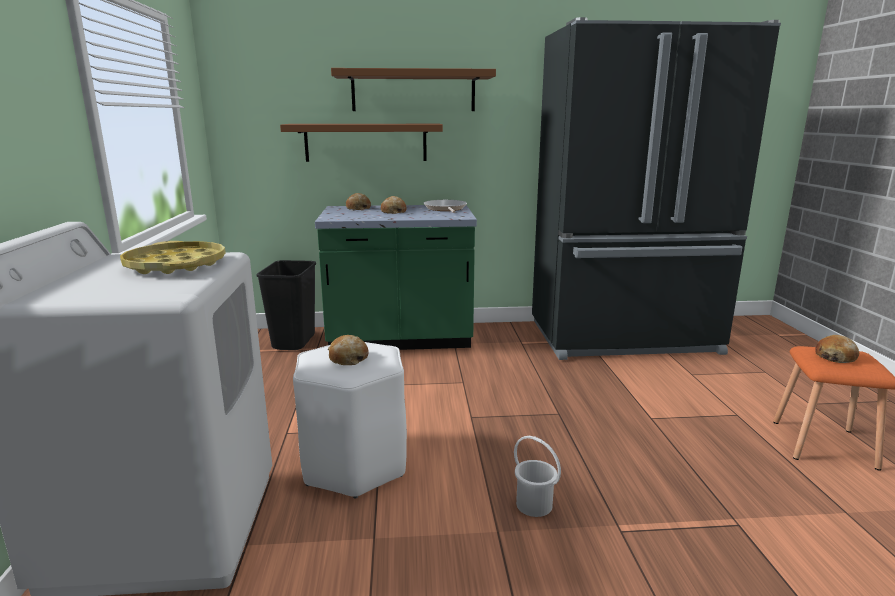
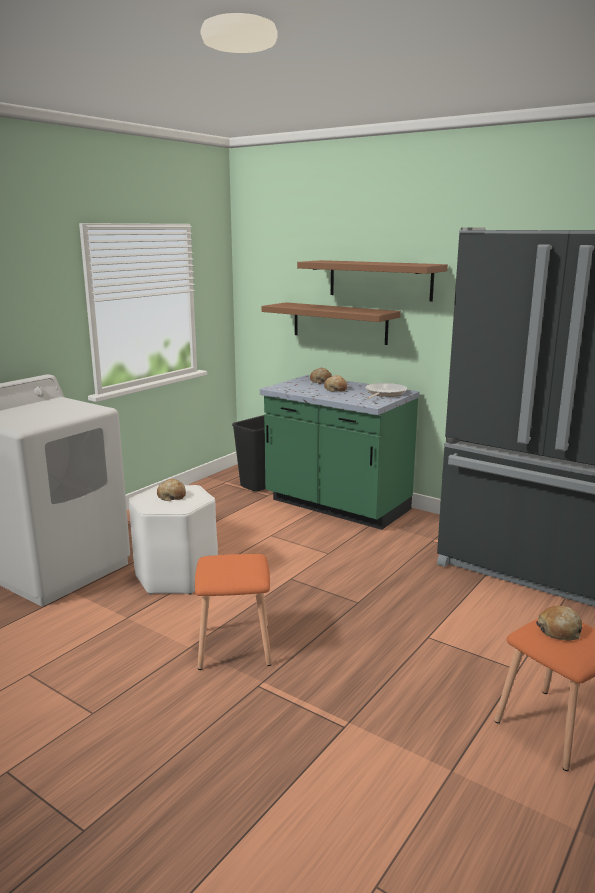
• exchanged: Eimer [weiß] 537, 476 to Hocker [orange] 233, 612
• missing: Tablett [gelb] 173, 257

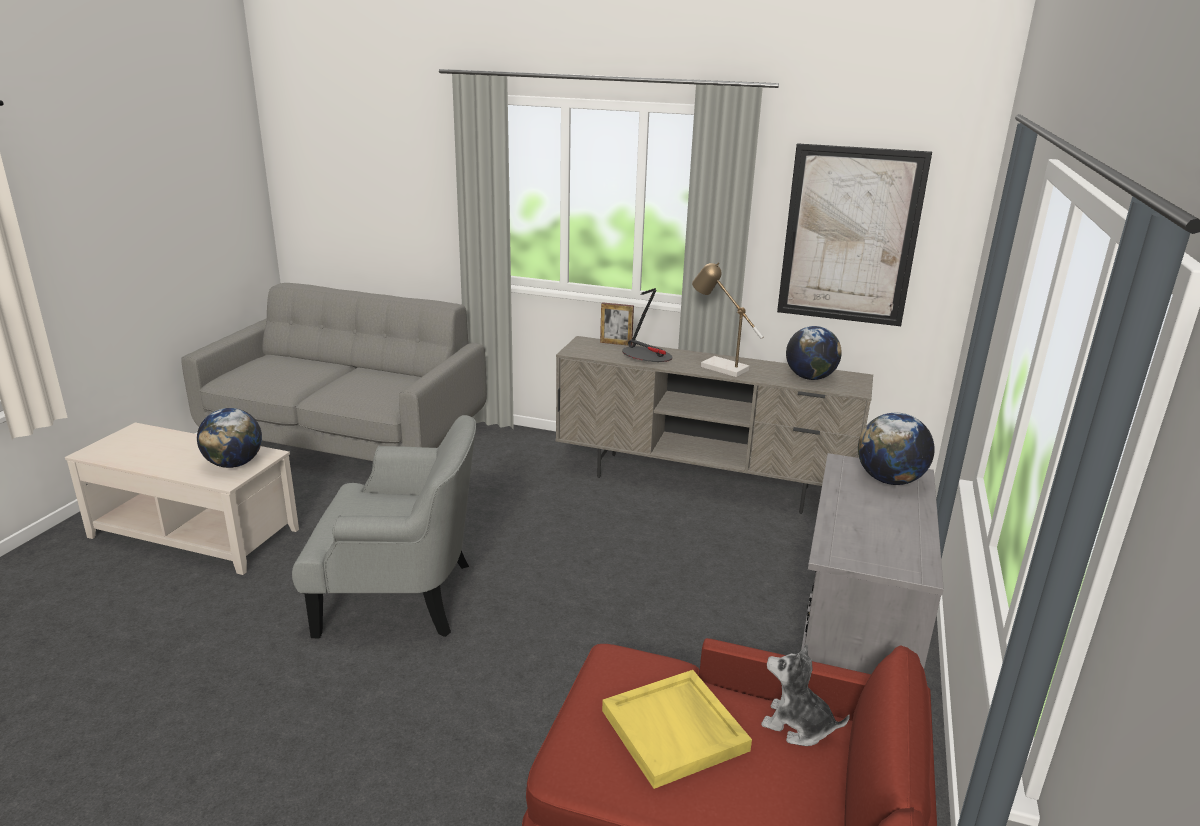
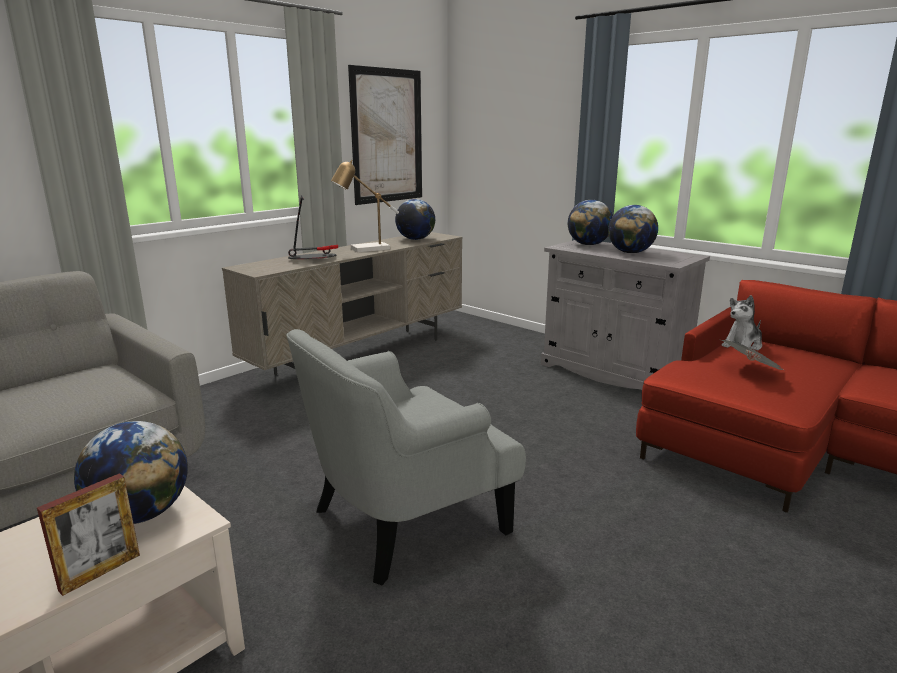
• relocated: Bilderrahmen 617, 324 to 88, 534
• spun: Sessel [grau] 384, 526 = 406, 457 150 degrees counterclockwise
• appeared: Globus 633, 229
• exchanged: Tablett [gelb] 677, 729 to Zeitung 752, 355

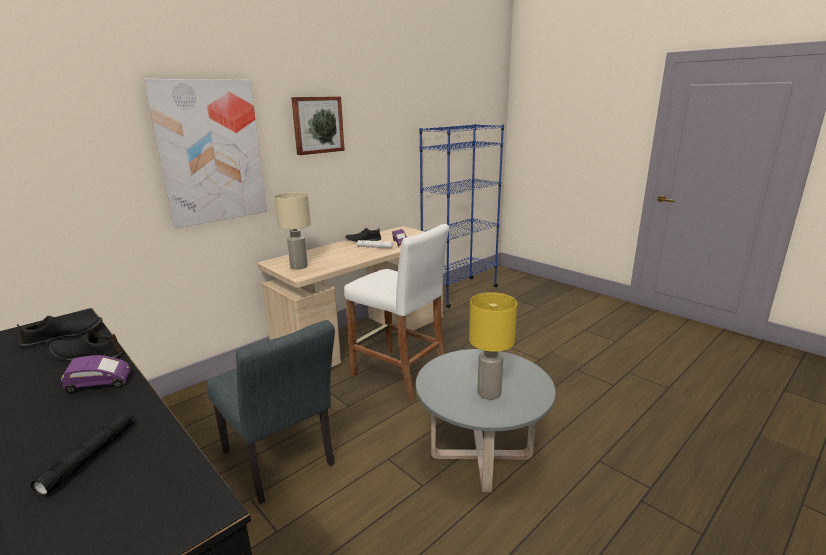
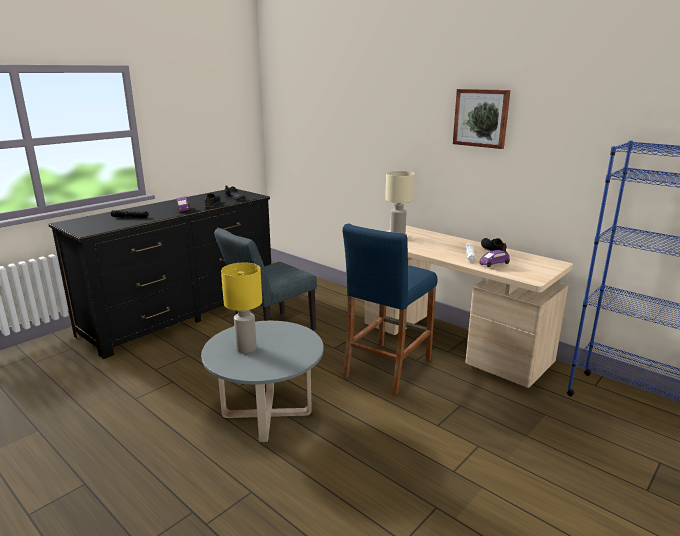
• colour: Hocker [weiß] 396, 313 to Hocker [blau] 390, 309
• missing: Bild 205, 153

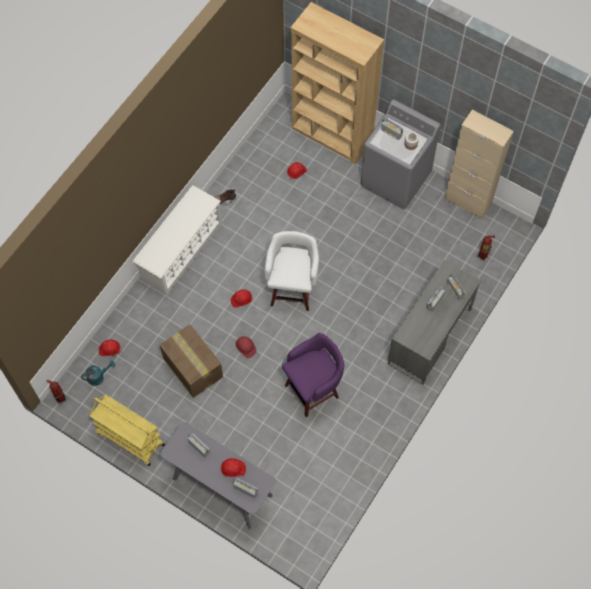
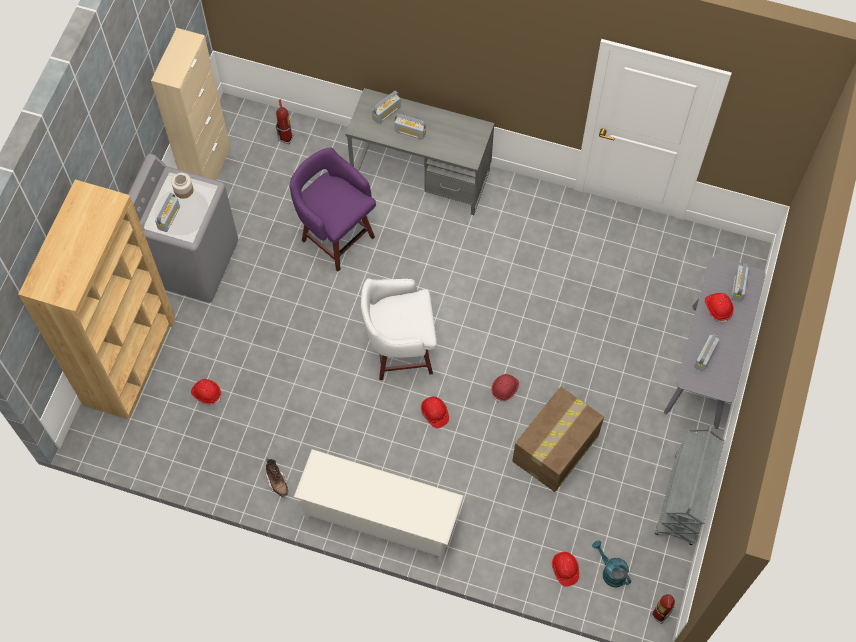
• relocated: Hocker [lila] 313, 375 to 332, 209
• colour: Rollwagen [gelb] 127, 430 to Rollwagen [grau] 690, 485

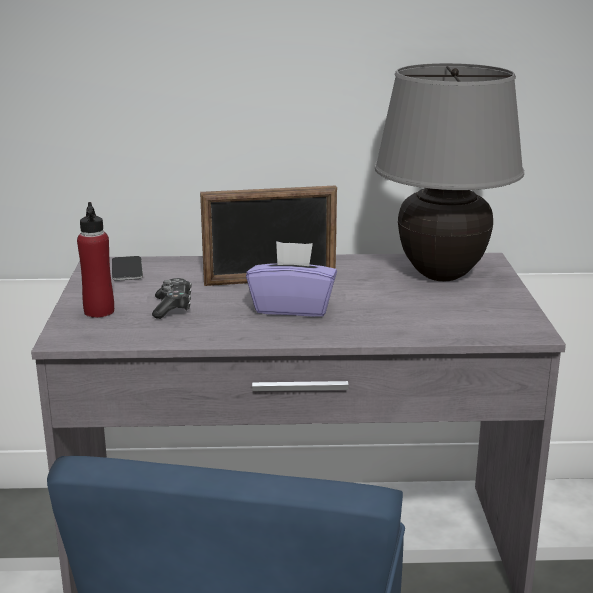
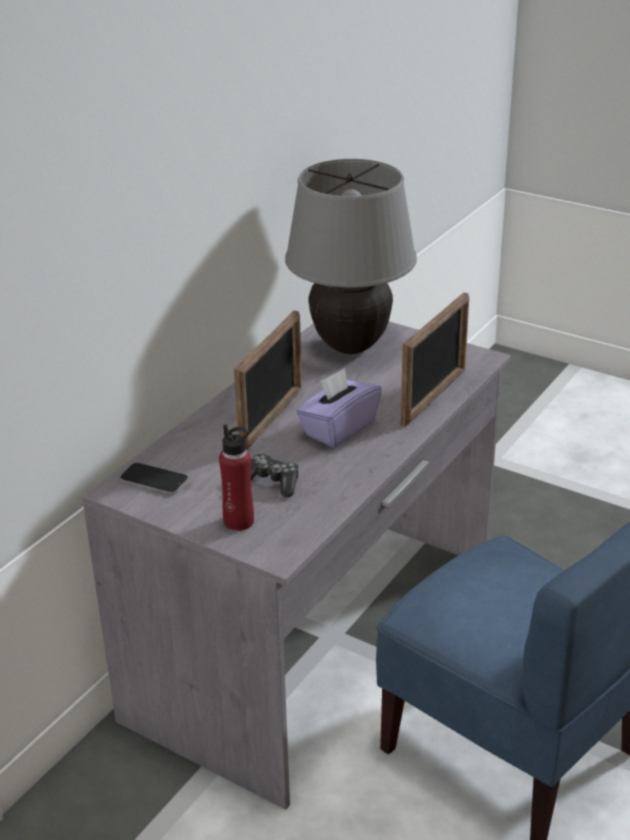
• appeared: Bilderrahmen 435, 359

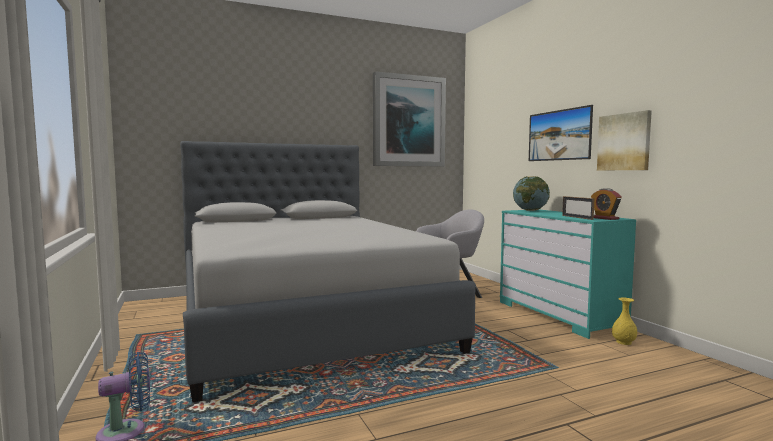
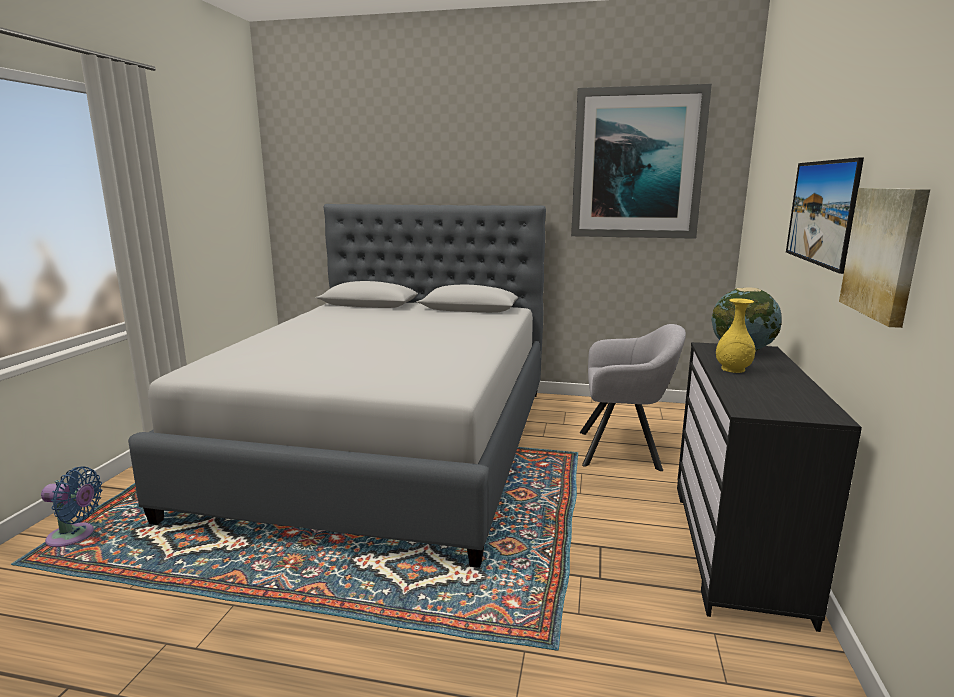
• colour: Kommode [türkis] 568, 274 to Kommode [schwarz] 769, 487
• relocated: Vase [gelb] 624, 321 to 735, 335
• missing: Bilderrahmen 578, 208
• missing: Wecker 606, 204

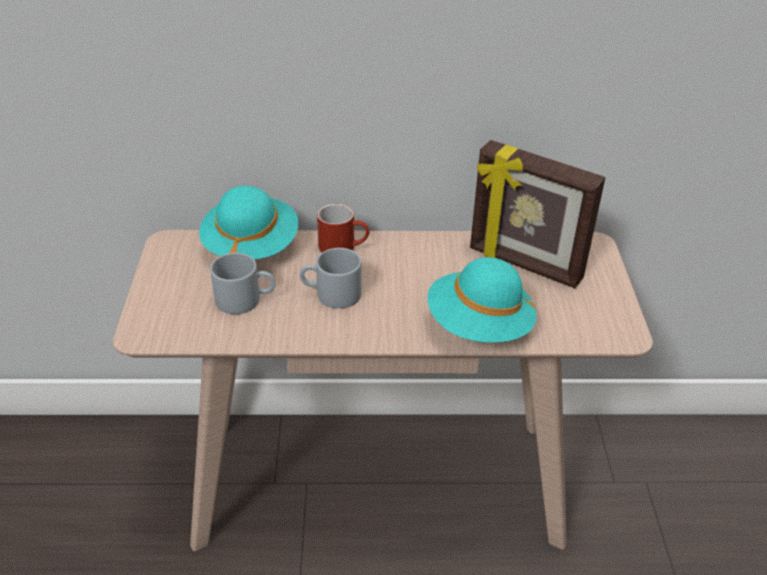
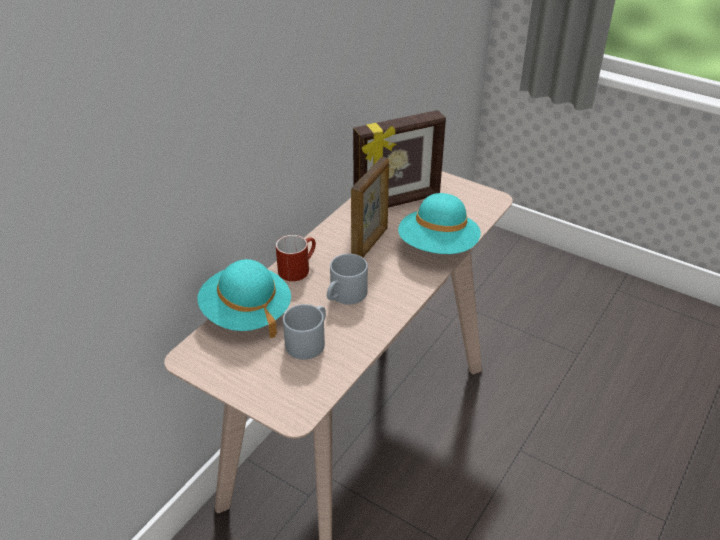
• appeared: Bilderrahmen 370, 207

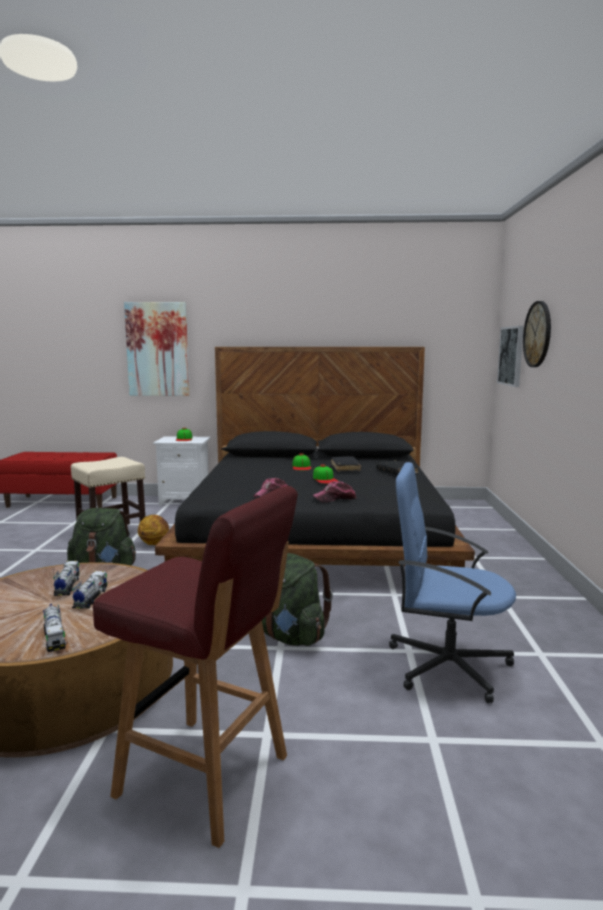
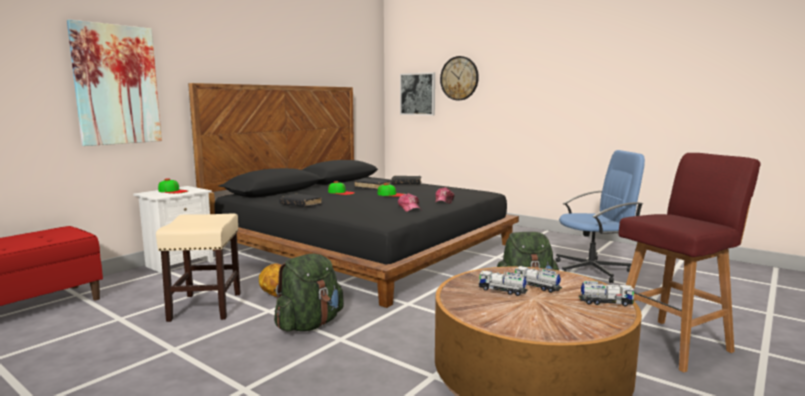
• appeared: Buch [schwarz] 300, 200
• spun: Bürostuhl [blau] 452, 582 = 600, 216 150 degrees counterclockwise

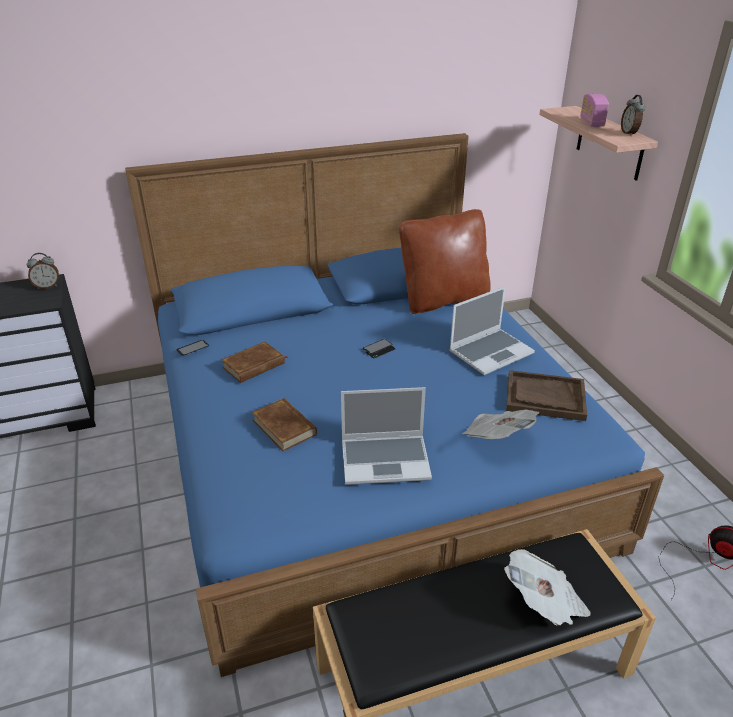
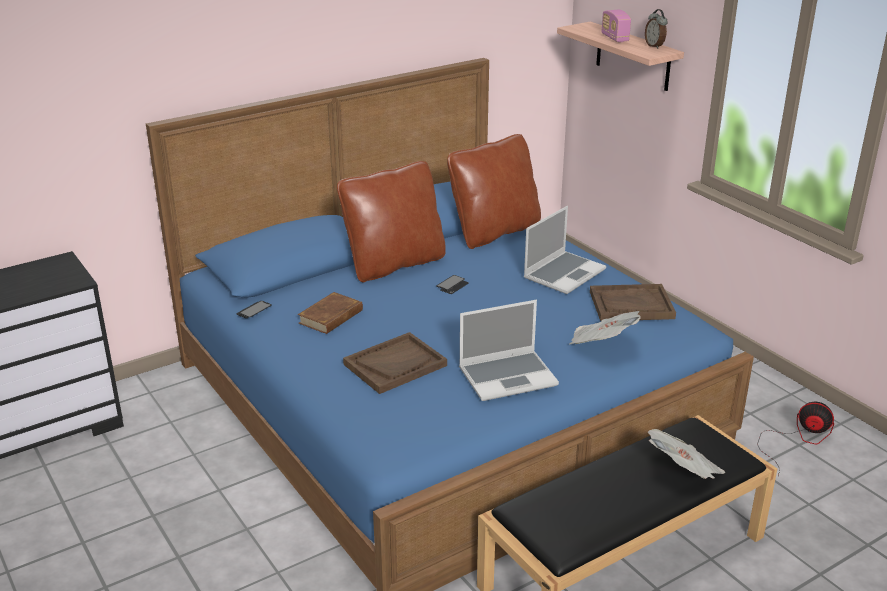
• appeared: Kissen [braun] 391, 221
• exchanged: Buch [braun] 284, 424 to Tablett [braun] 395, 363
• missing: Wecker 43, 271

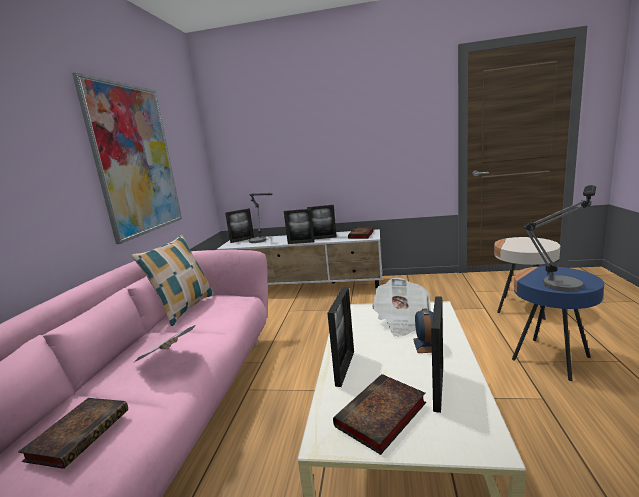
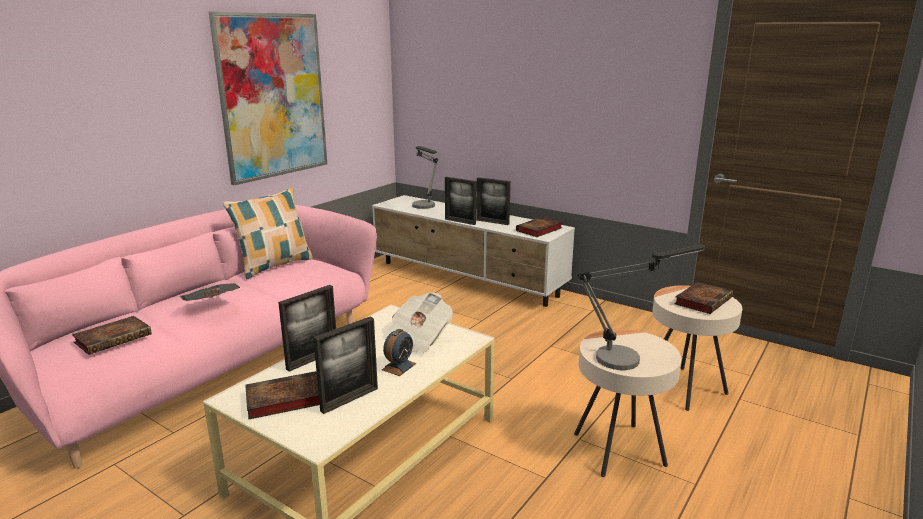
• colour: Beistelltisch [blau] 558, 323 to Beistelltisch [beige] 627, 403
• appeared: Buch 703, 298
• missing: Bilderrahmen 239, 225

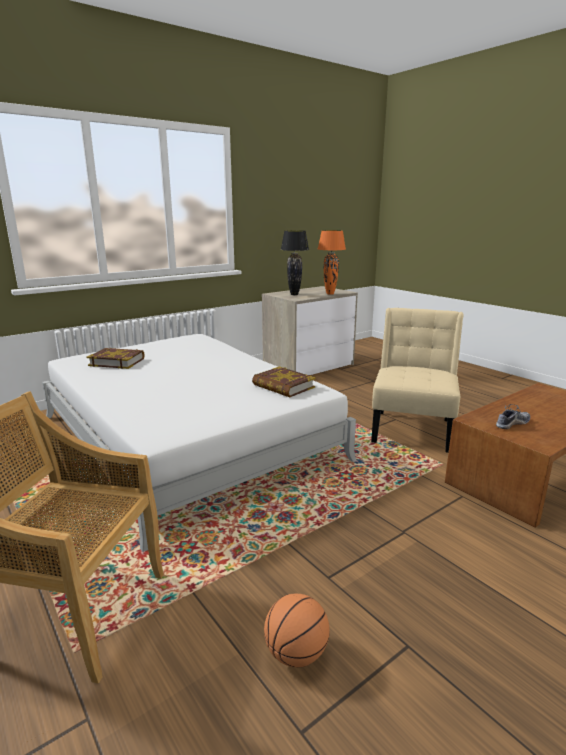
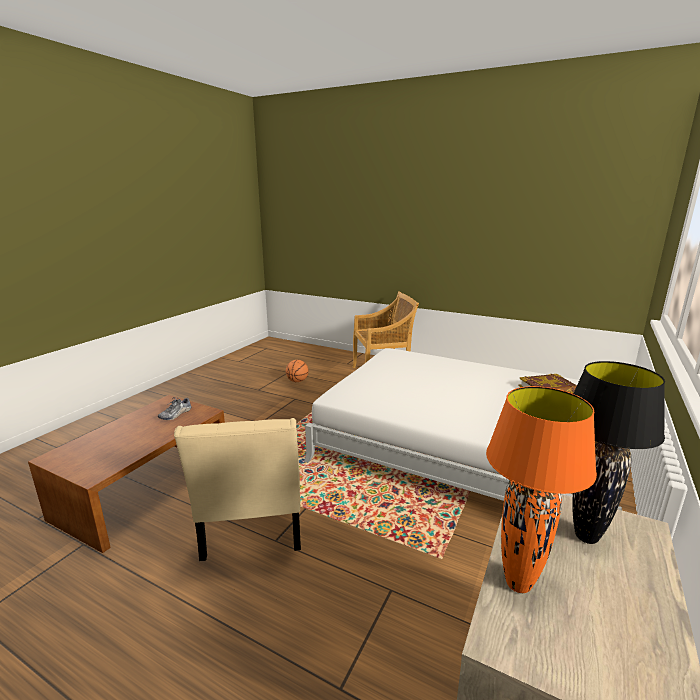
• missing: Buch 284, 381

